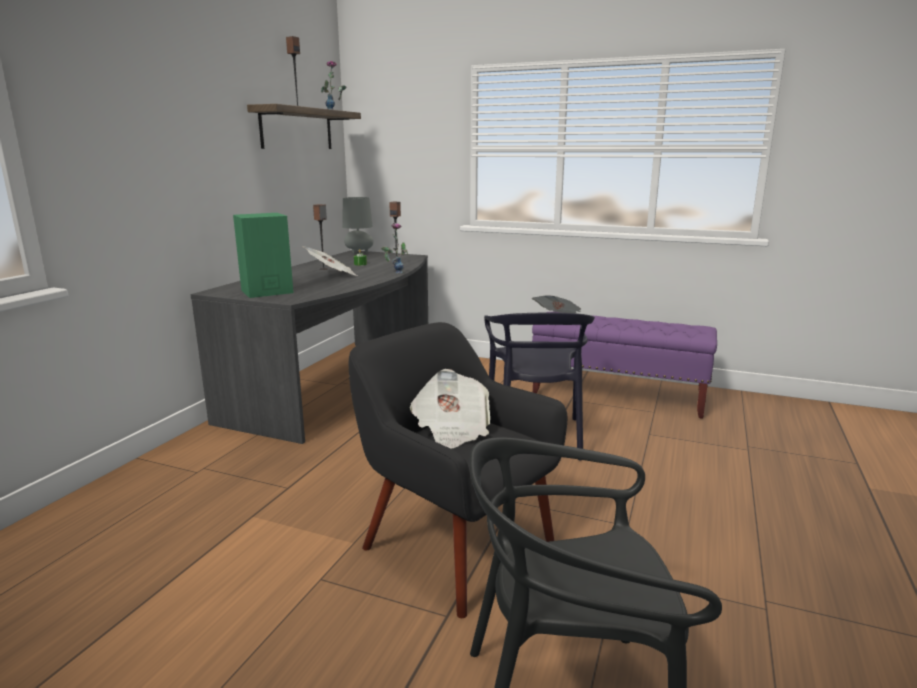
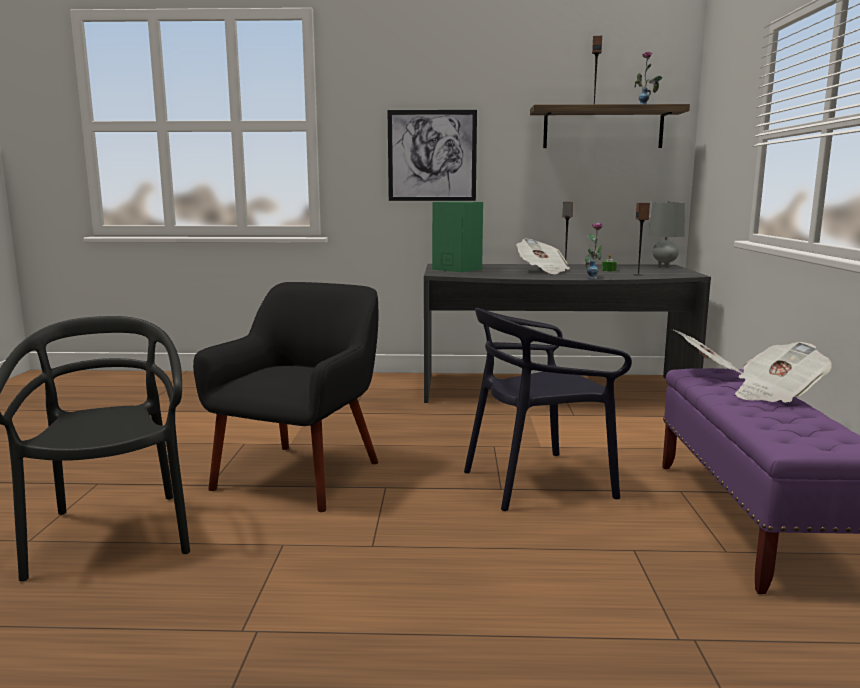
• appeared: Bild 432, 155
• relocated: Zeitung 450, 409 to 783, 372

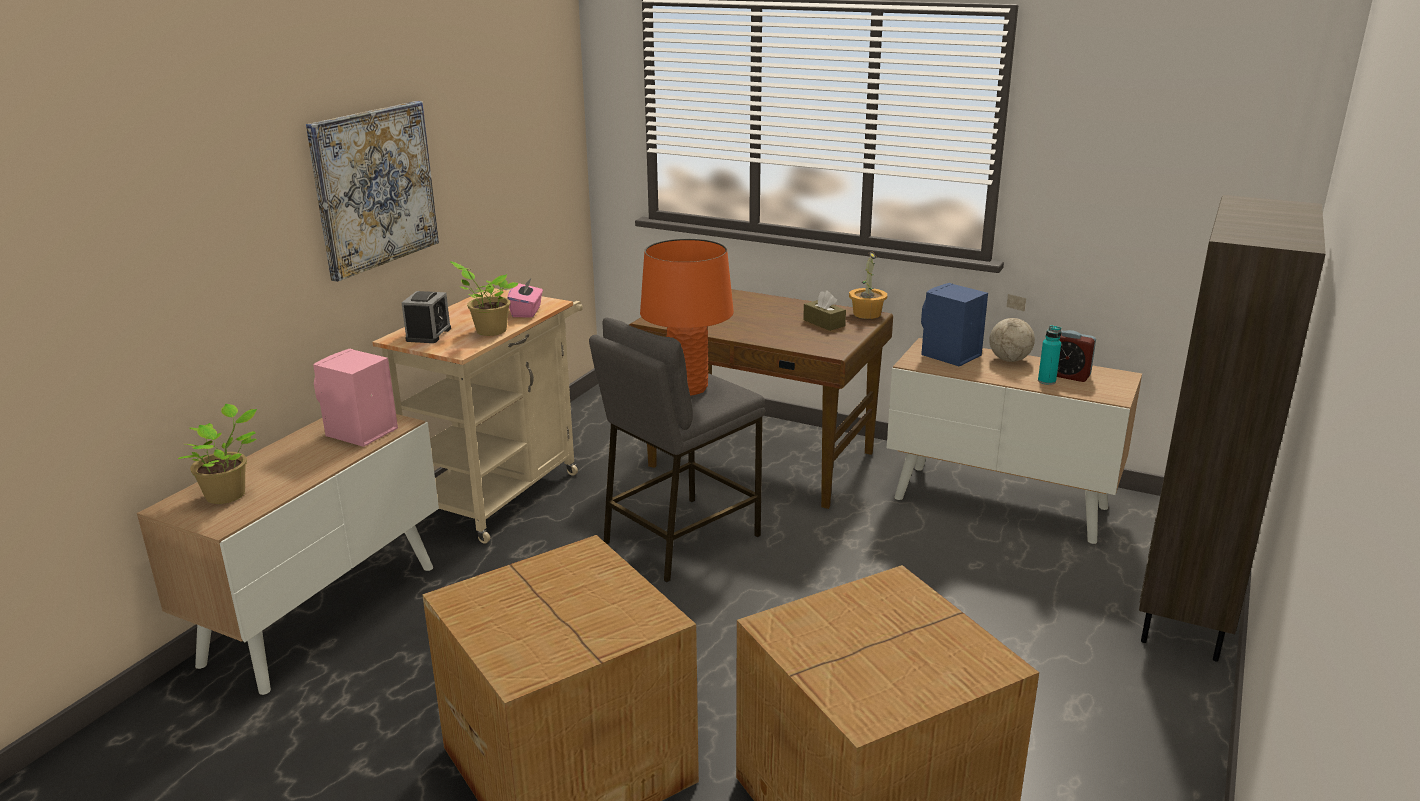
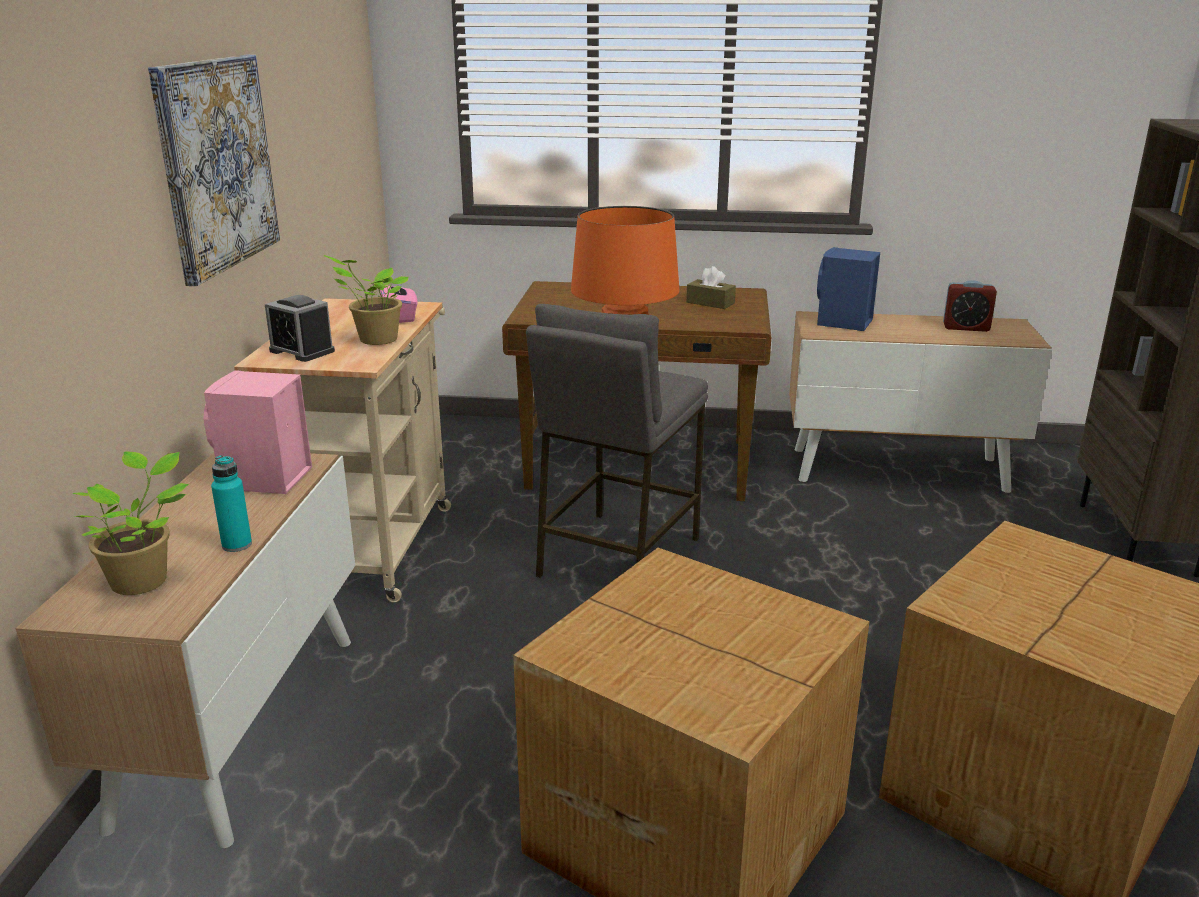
• relocated: Flasche [türkis] 1049, 355 to 231, 503
• spun: Wecker 426, 317 = 300, 328 135 degrees clockwise
• missing: Topfpflanze 868, 285
• missing: Globus 1012, 328

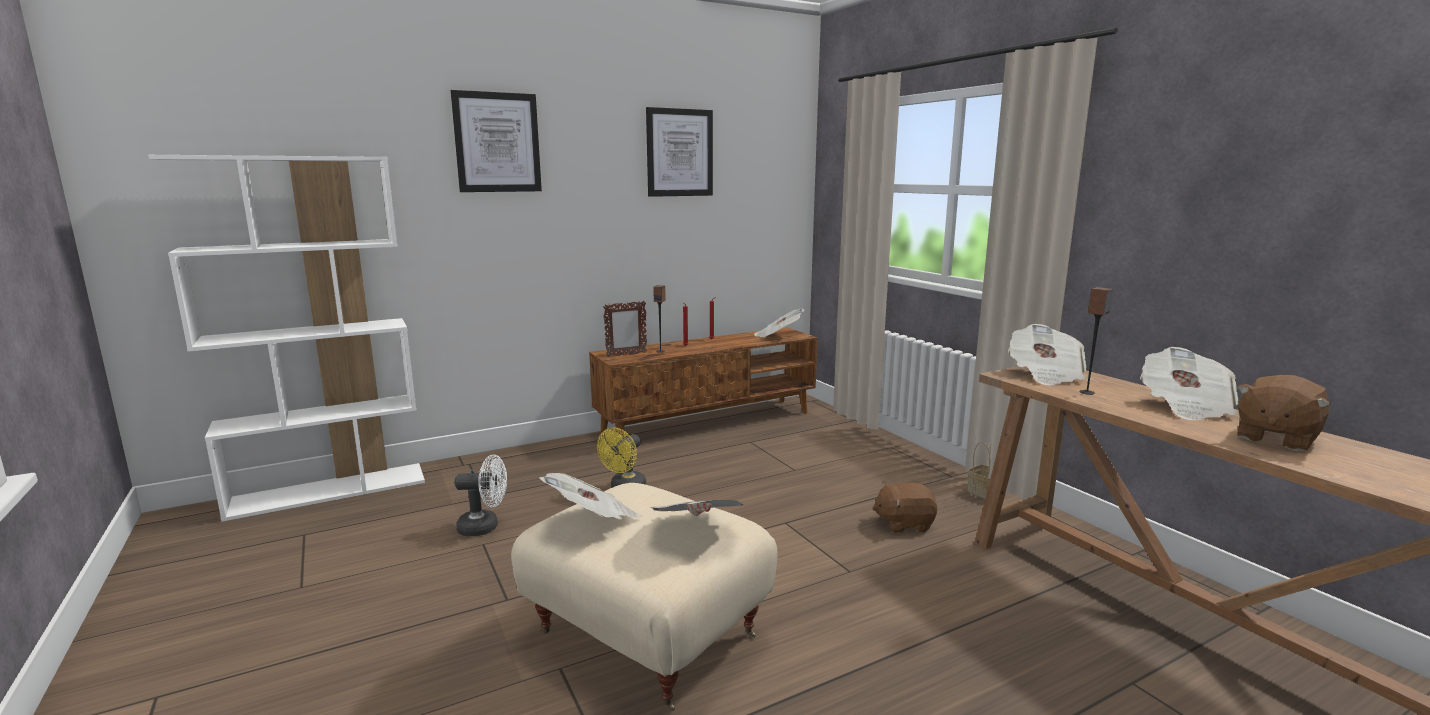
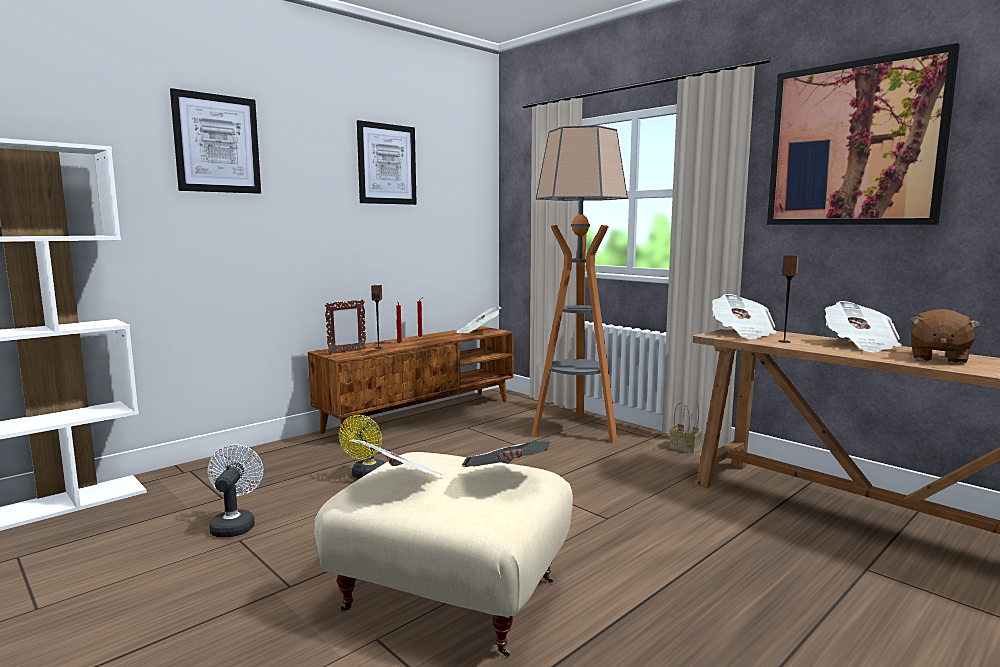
• spun: Ventilator [weiß] 481, 495 = 235, 491 75 degrees counterclockwise
• appeared: Stehlampe 580, 284
• appeared: Bild 863, 134
• missing: Plüschtier [braun] 904, 507

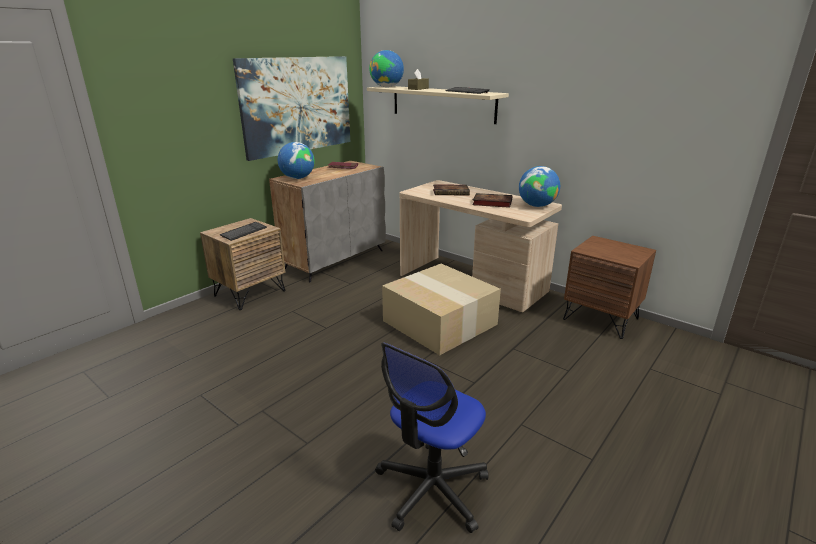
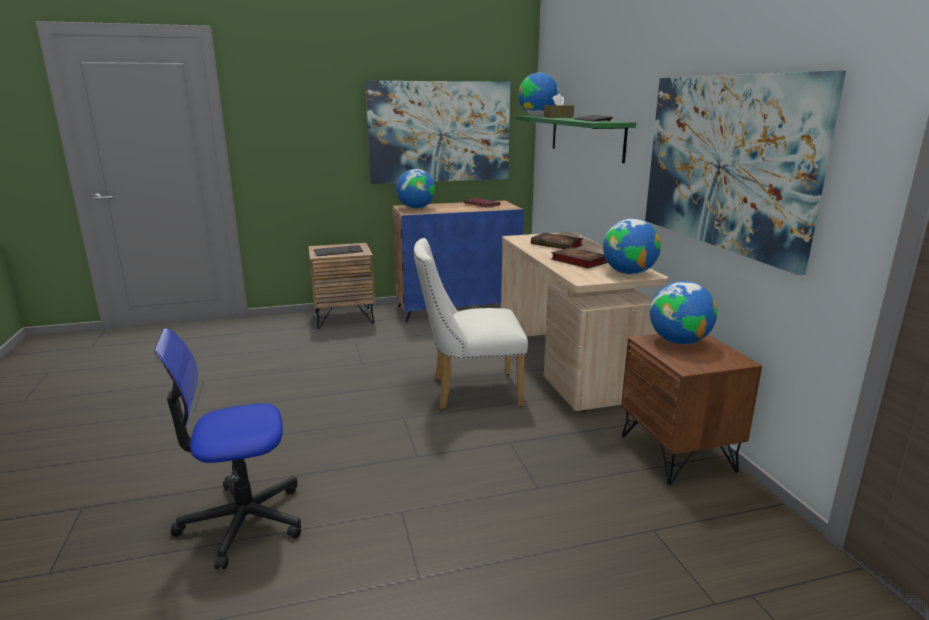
• colour: Schrank [grau] 327, 221 to Schrank [blau] 458, 261
• exchanged: Karton 441, 309 to Stuhl [weiß] 471, 323
• colour: Wandregal [beige] 438, 105 to Wandregal [grün] 576, 139
• appeared: Bild 745, 172
• appeared: Globus 683, 312

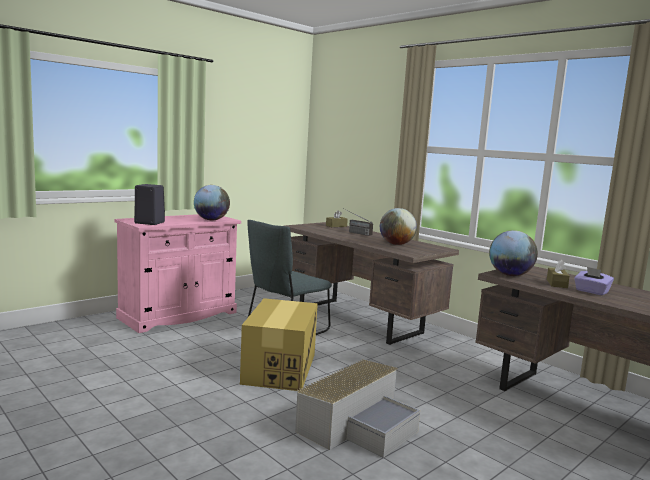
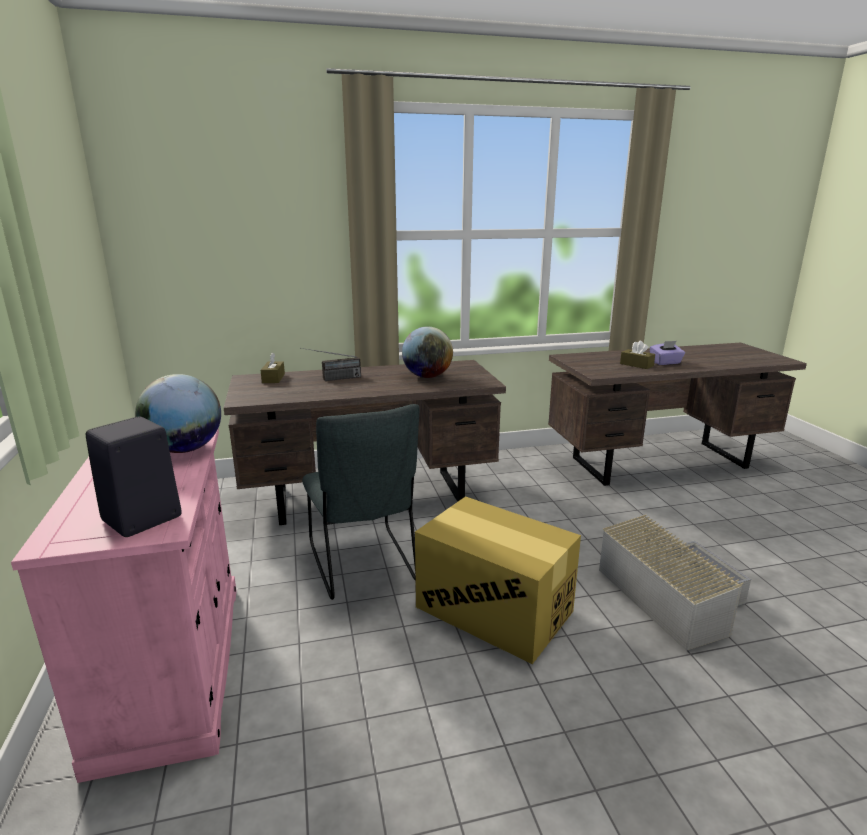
• missing: Globus 513, 253

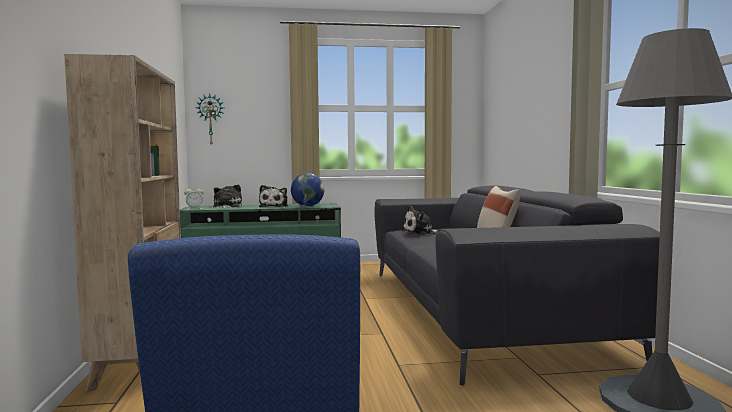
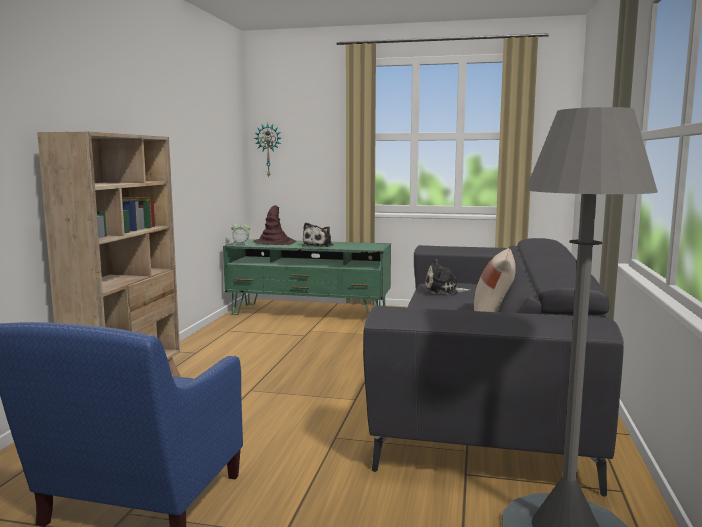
• exchanged: Plüschtier 227, 196 to Hut [braun] 274, 225
• missing: Globus 307, 189

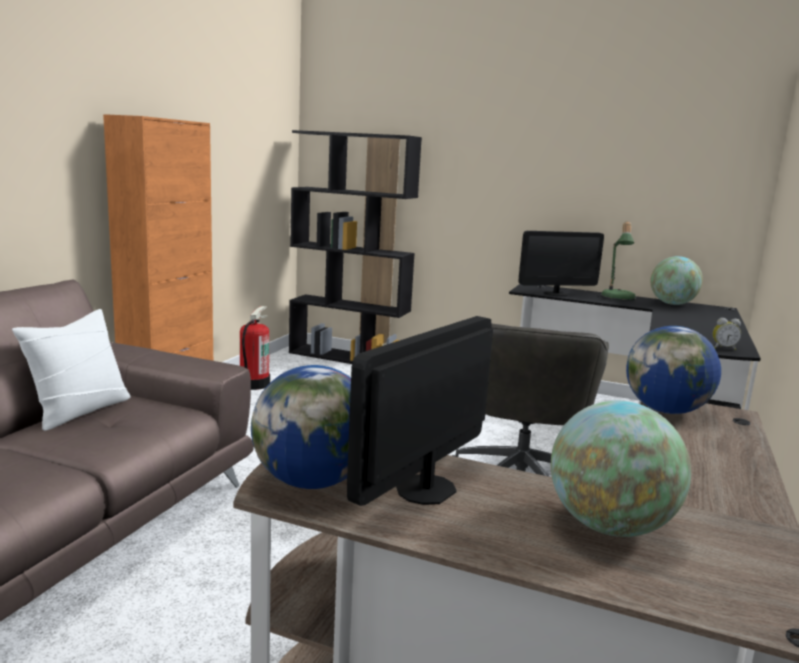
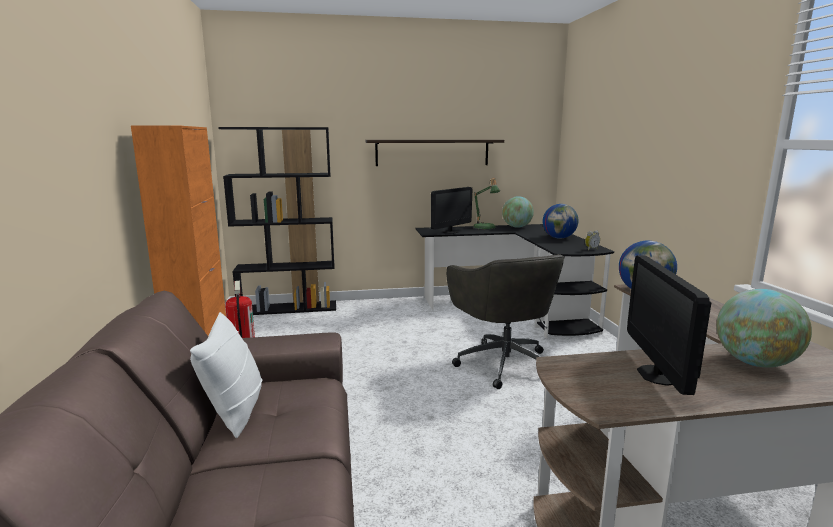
• appeared: Wandregal 434, 153
• relocated: Globus 301, 427 to 561, 221

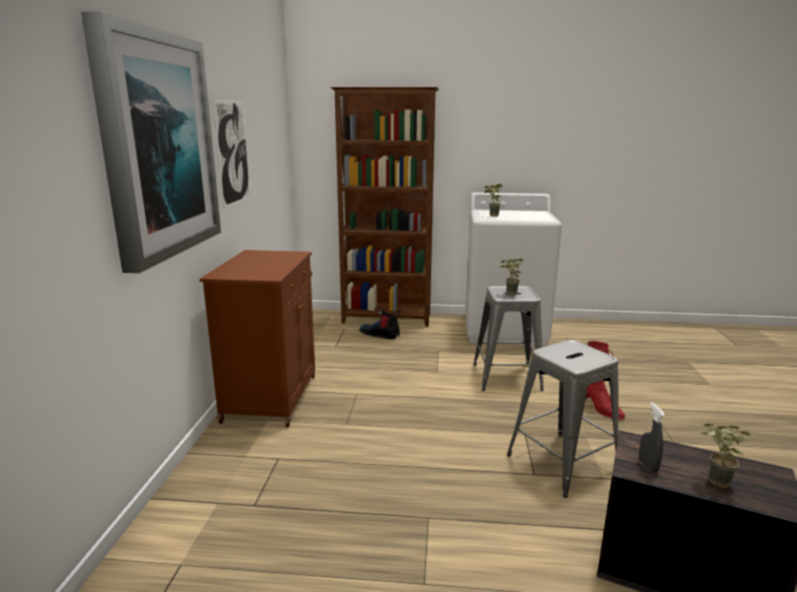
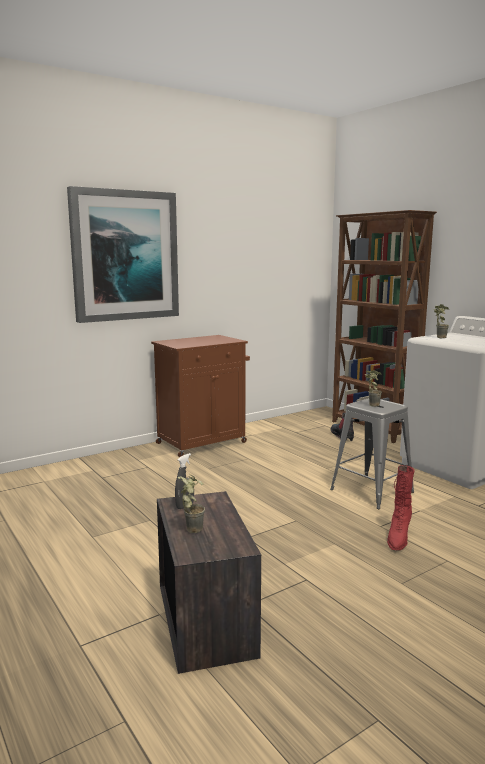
• missing: Bild 232, 153
• missing: Hocker [grau] 563, 419

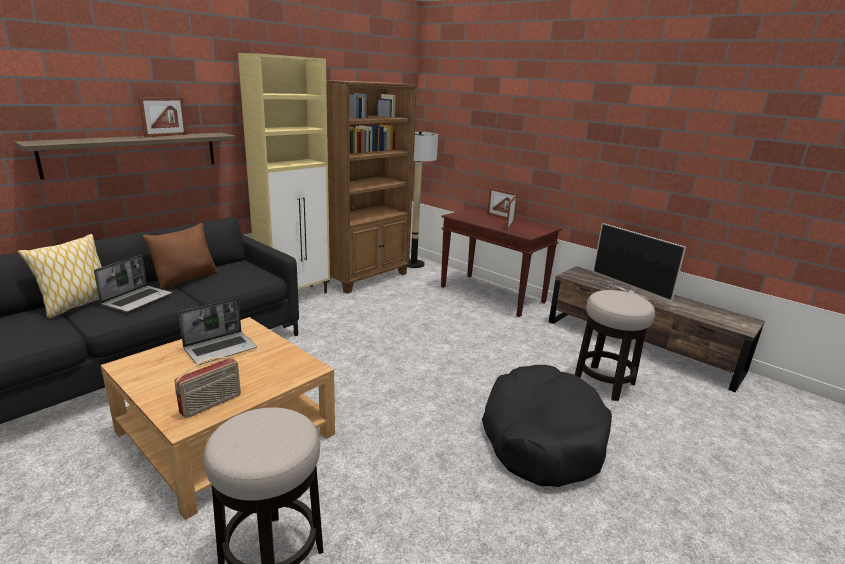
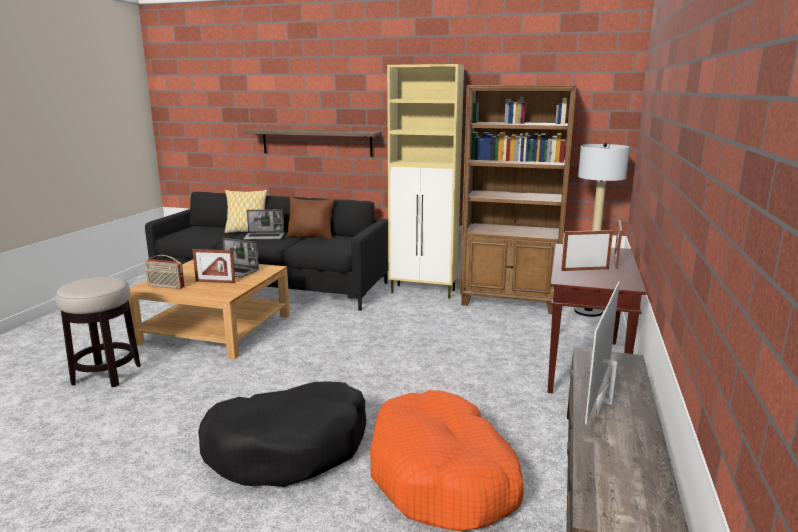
• relocated: Bilderrahmen 163, 117 to 214, 266
• exchanged: Hocker 615, 345 to Hundebett [orange] 446, 460

